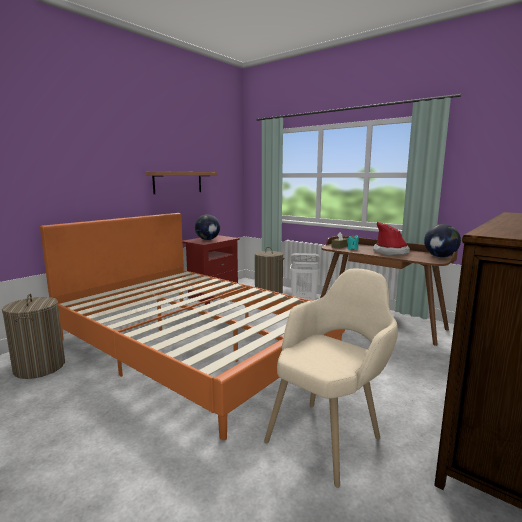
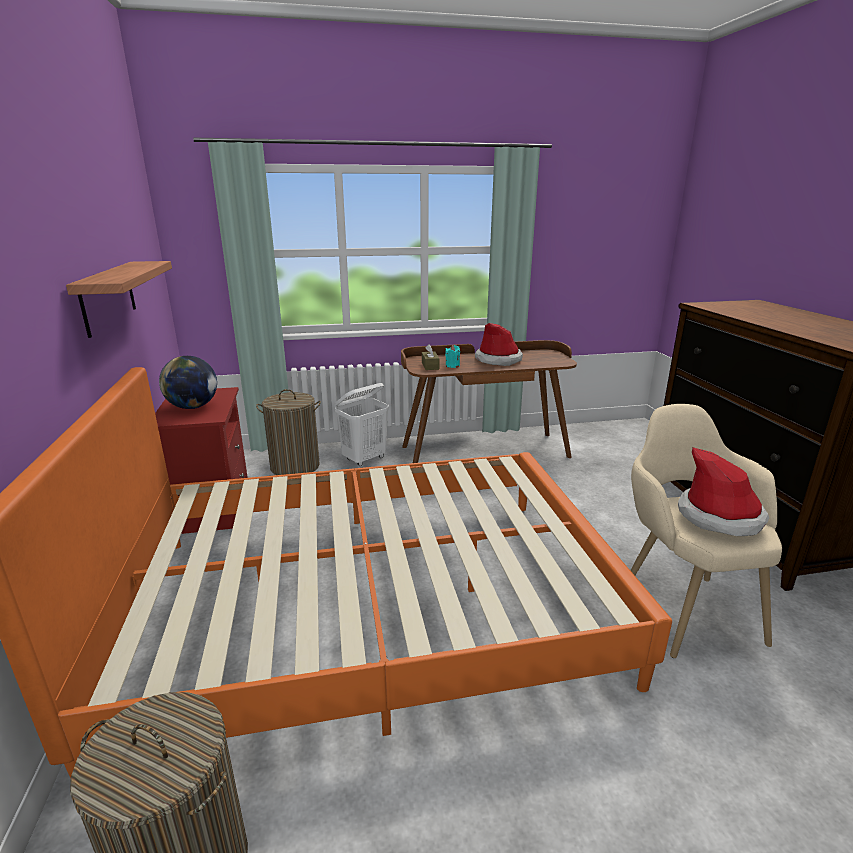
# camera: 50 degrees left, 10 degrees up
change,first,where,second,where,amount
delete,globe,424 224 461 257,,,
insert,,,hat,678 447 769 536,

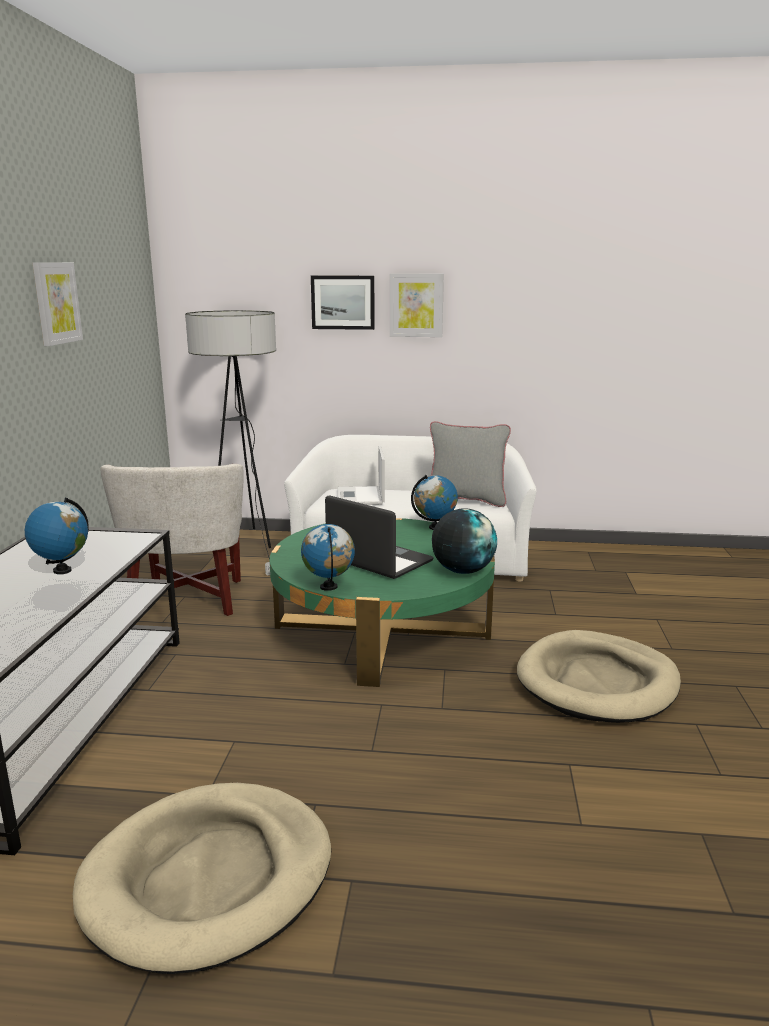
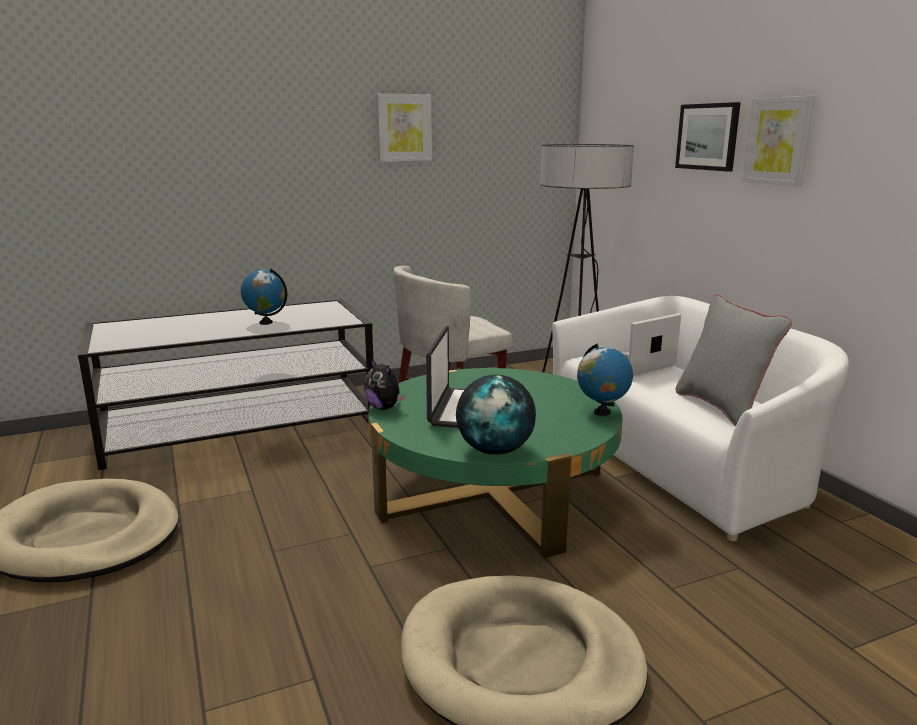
# camera: 60 degrees right, 0 degrees up
change,first,where,second,where,amount
replace,globe,301 524 355 591,plush toy,364 358 405 410,

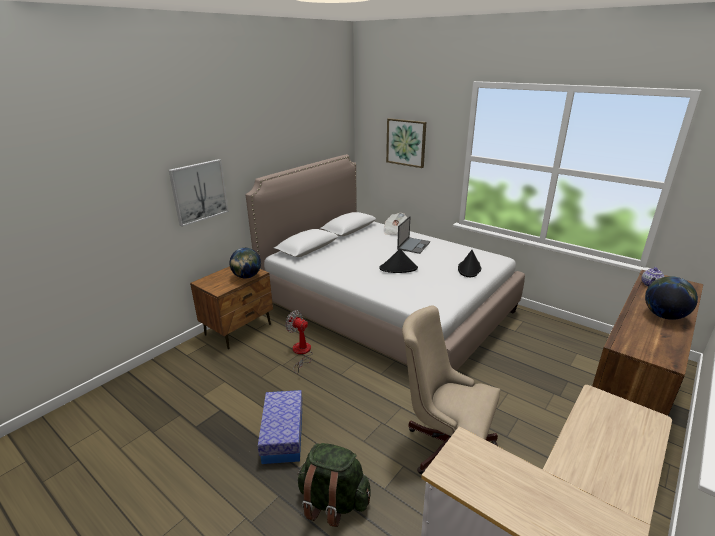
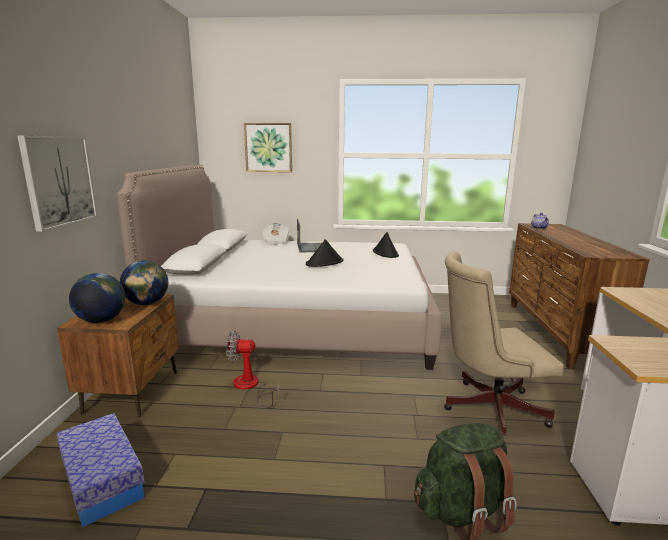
# camera: 35 degrees left, 10 degrees down
change,first,where,second,where,amount
move,storage box,258 390 302 464,,56 413 145 527,
move,globe,645 276 698 320,,69 273 126 323,

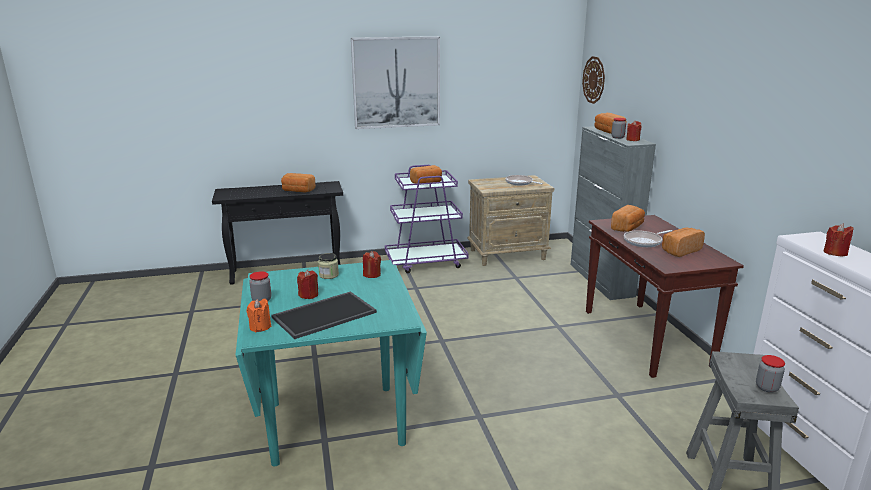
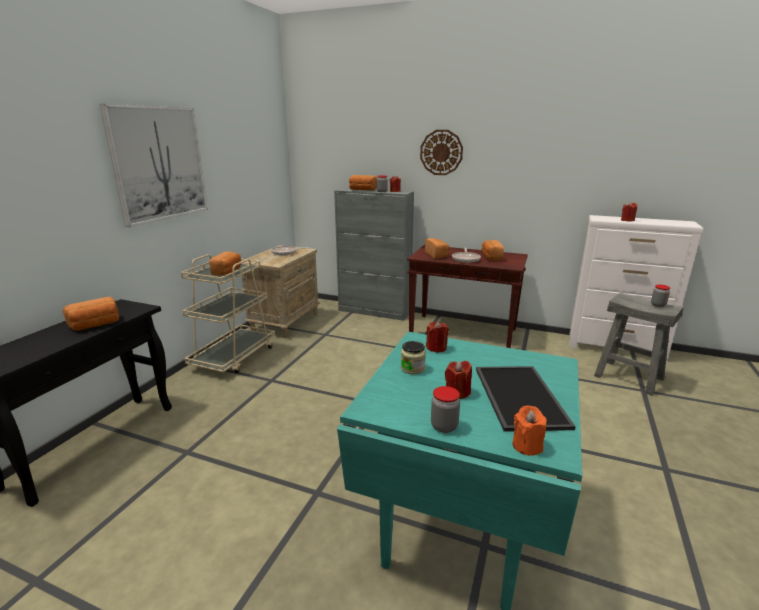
# camera: 55 degrees left, 0 degrees up
change,first,where,second,where,amount
recolor,cart/purple,385 165 469 273,cart/beige,181 254 275 373,
move,wall clock,582 56 605 104,,420 130 463 175,

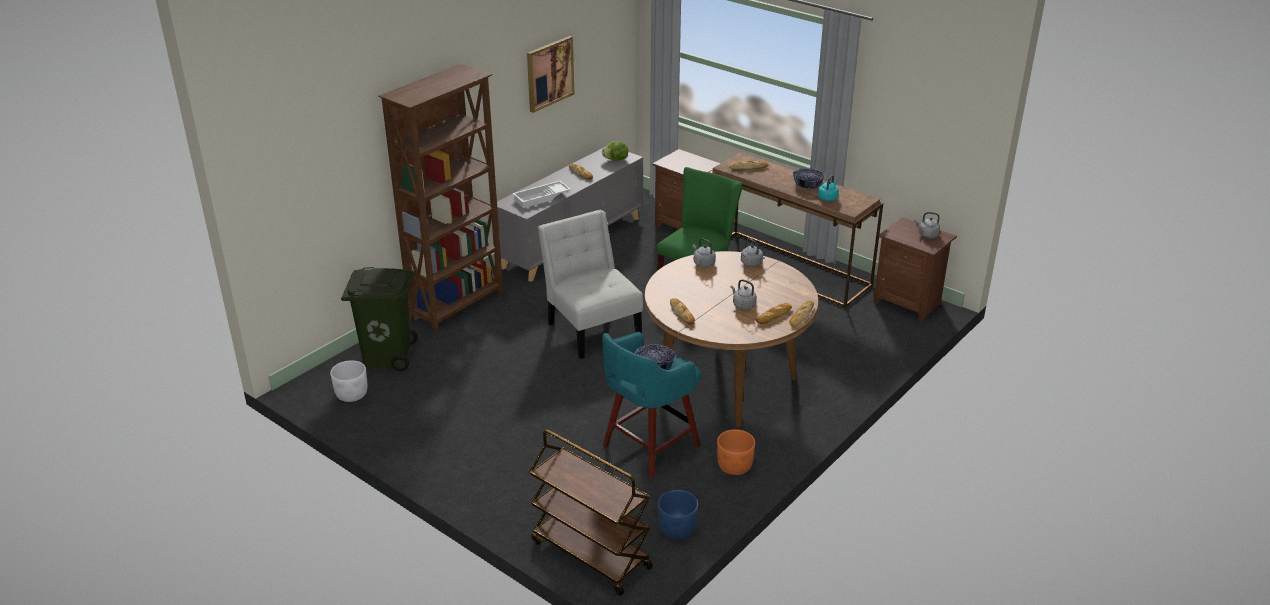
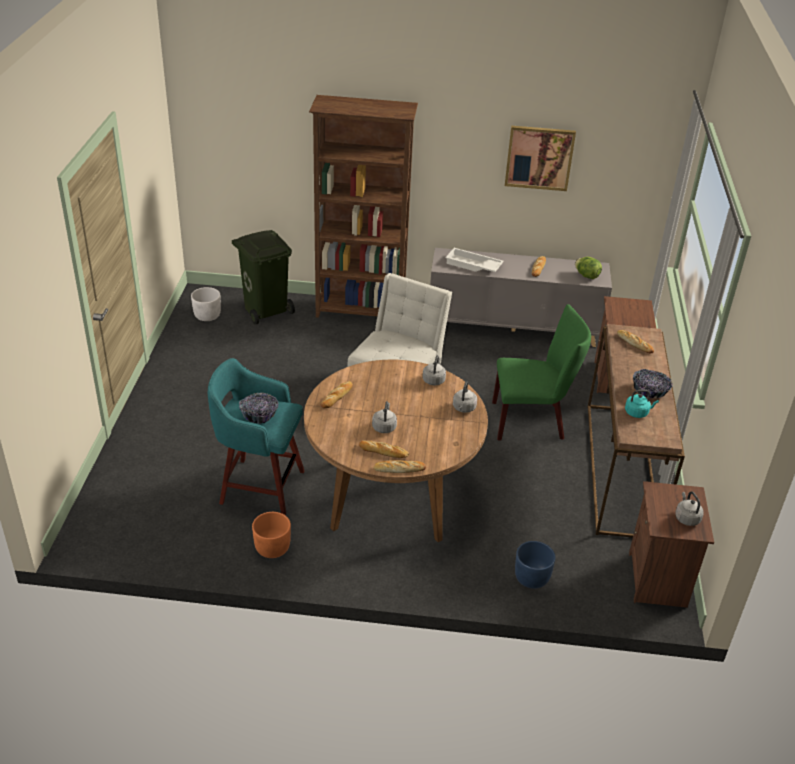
# camera: 55 degrees right, 5 degrees up
change,first,where,second,where,amount
delete,cart/brown,529 430 653 595,,,
move,planter/blue,658 490 698 539,,515 541 556 589,

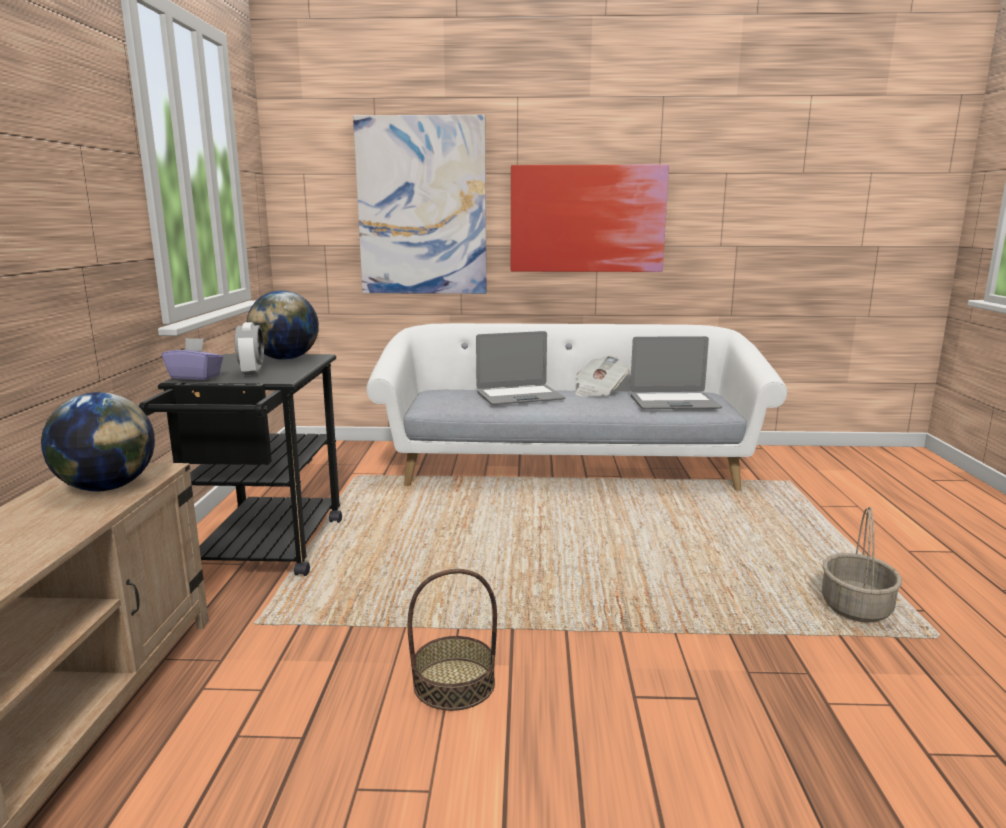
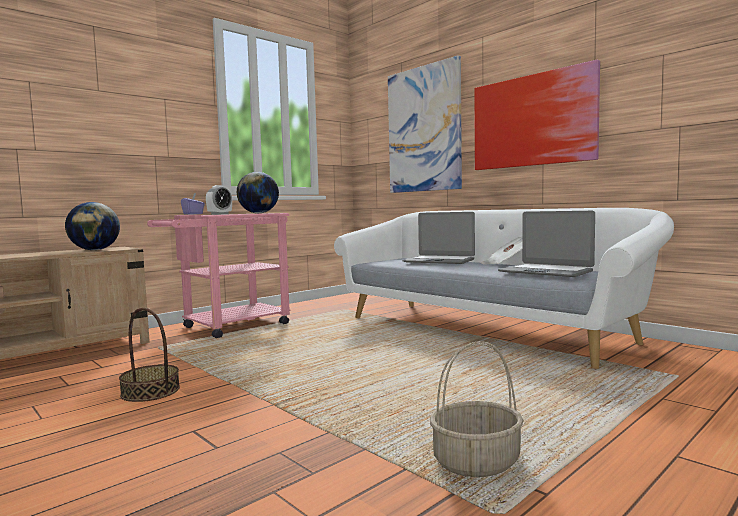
# camera: 45 degrees right, 10 degrees down
change,first,where,second,where,amount
recolor,cart/black,139 354 342 576,cart/pink,147 213 291 338,

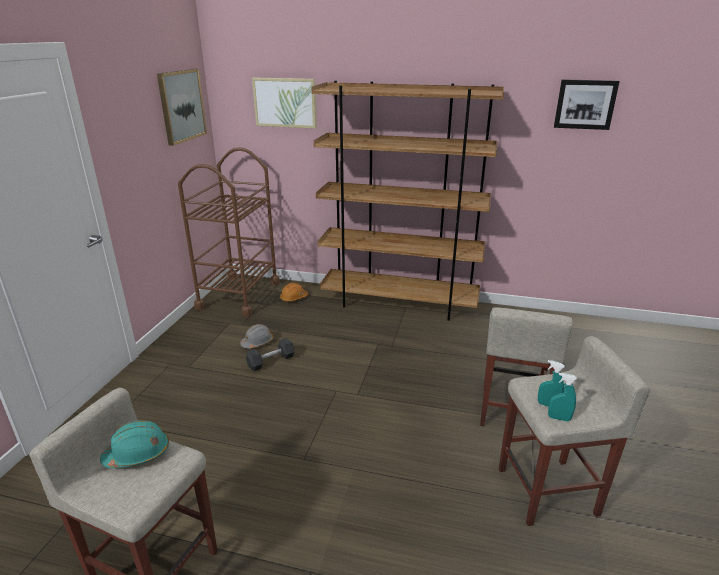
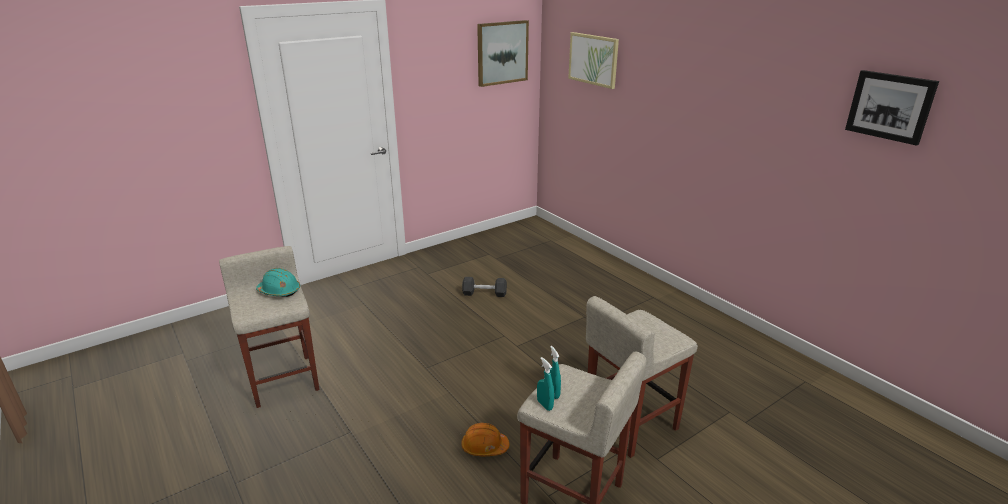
# camera: 40 degrees right, 0 degrees up
change,first,where,second,where,amount
delete,cart/brown,178 147 280 317,,,
delete,hard hat/grey,240 324 273 349,,,
move,hard hat/orange,280 283 308 303,,461 423 509 456,
delete,bookcase/brown,311 81 504 321,,,

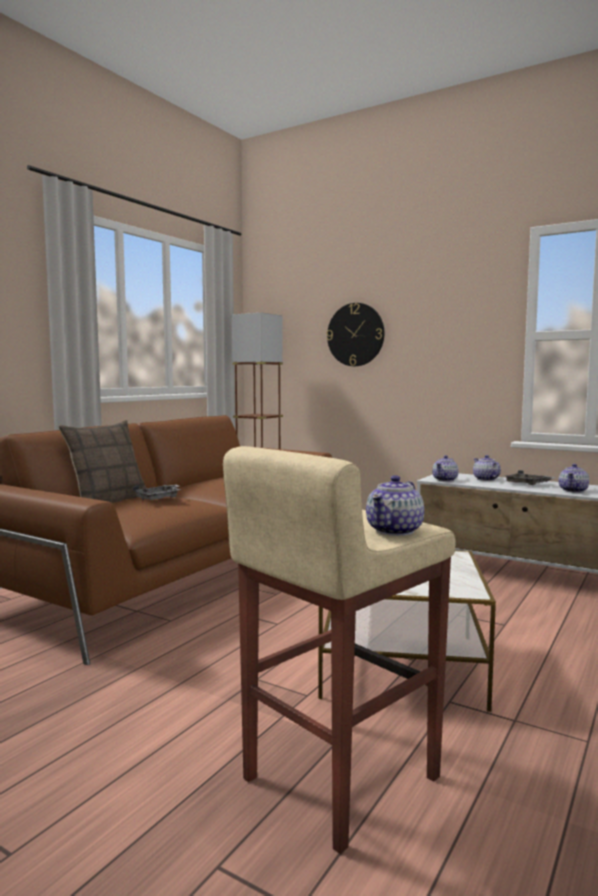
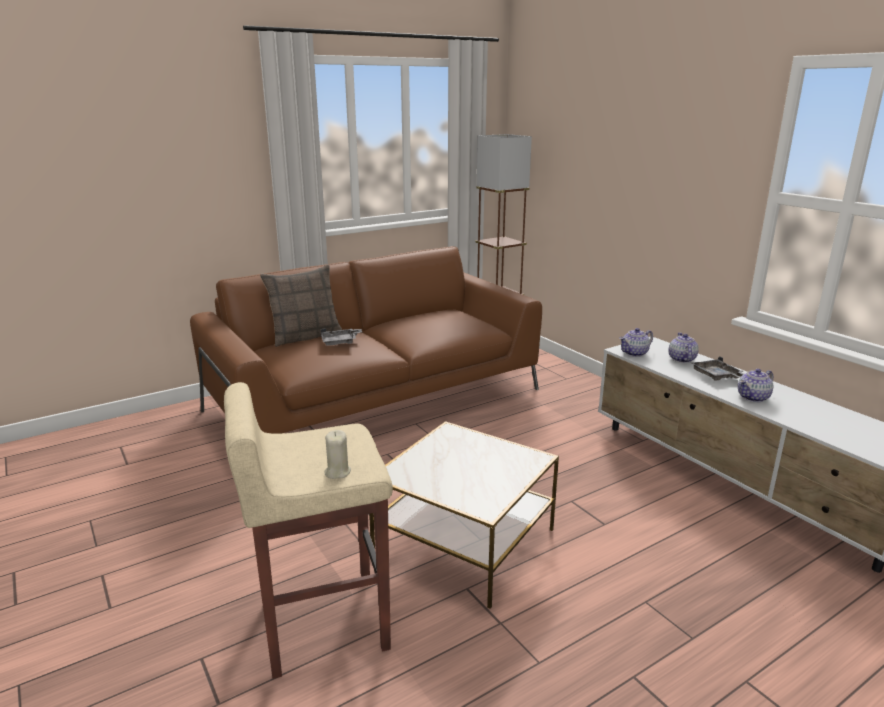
# camera: 25 degrees right, 15 degrees up
change,first,where,second,where,amount
delete,wall clock,327 303 384 366,,,
replace,teapot,366 475 424 536,candle/beige,325 430 351 479,

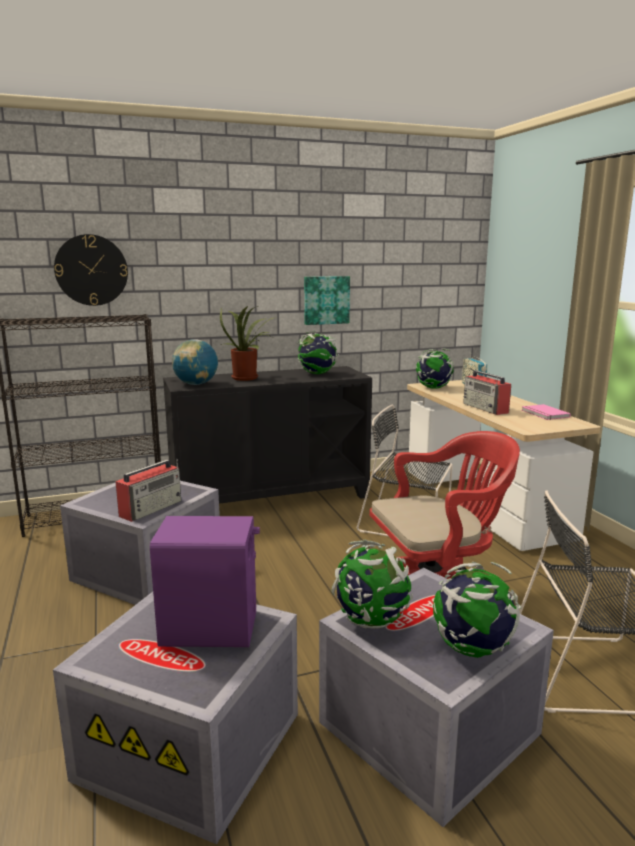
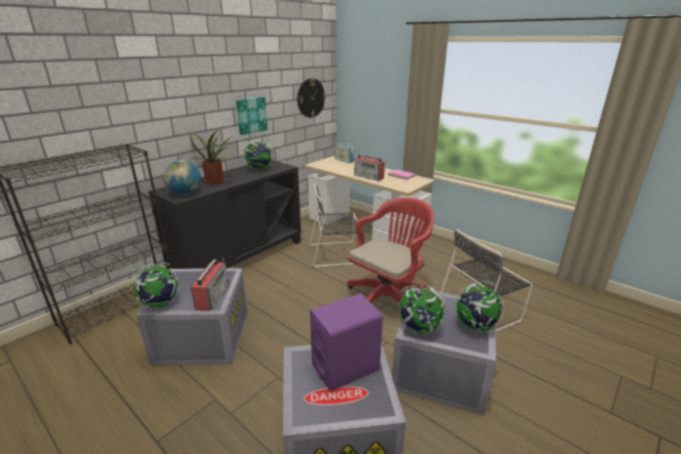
# camera: 30 degrees left, 10 degrees up
change,first,where,second,where,amount
move,wall clock,54 234 128 306,,297 78 326 118,
move,globe,416 348 454 389,,133 262 178 308,

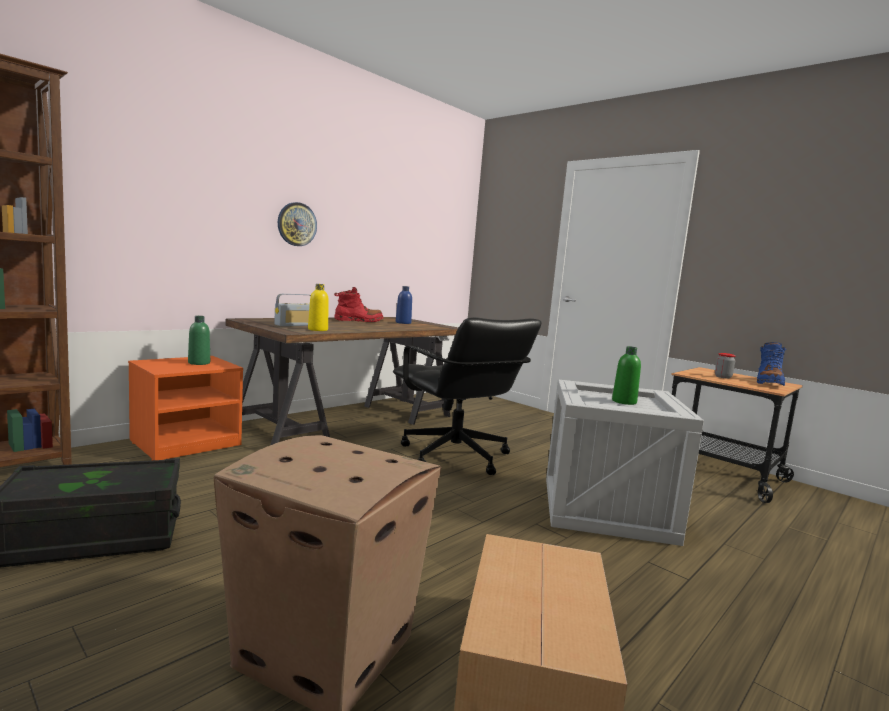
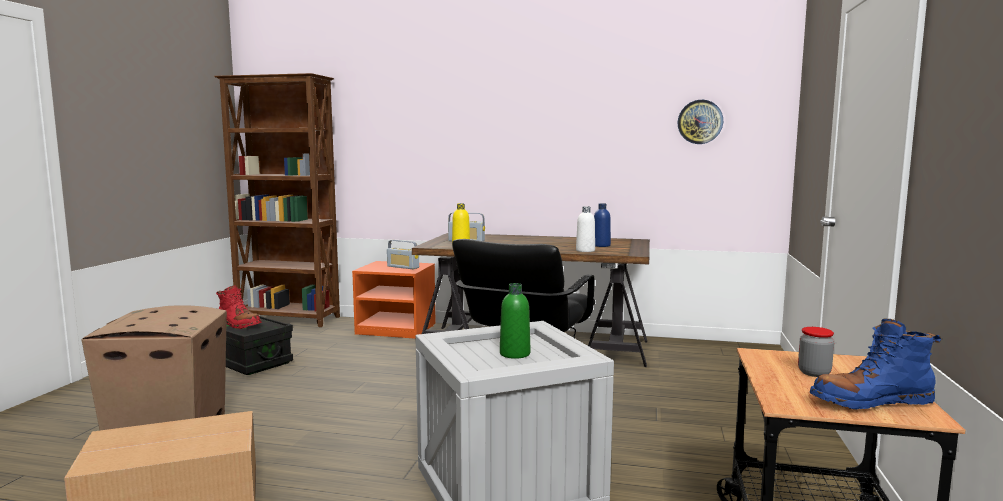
# camera: 60 degrees right, 0 degrees up
change,first,where,second,where,amount
replace,bottle/green,188 316 210 365,radio,387 240 419 269,
move,wall clock,278 202 317 246,,678 100 723 144,
move,boot/red,334 287 383 322,,216 285 262 329,
insert,,,bottle/white,576 206 595 252,

